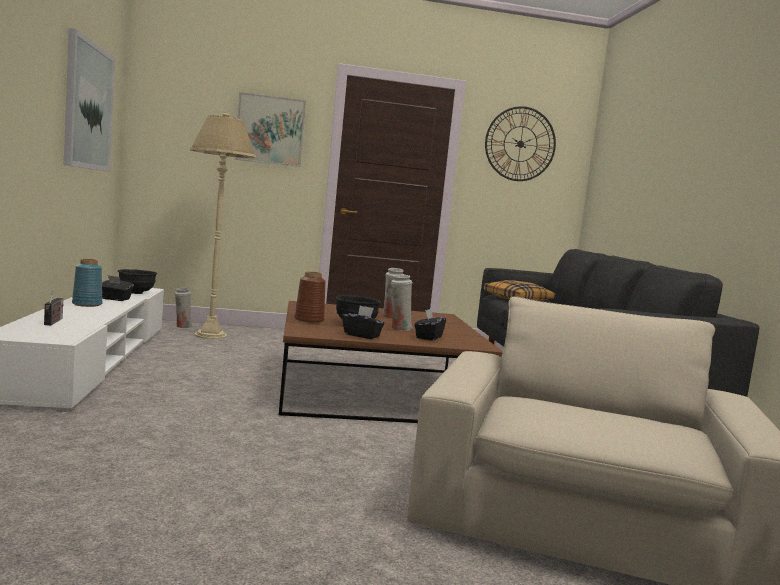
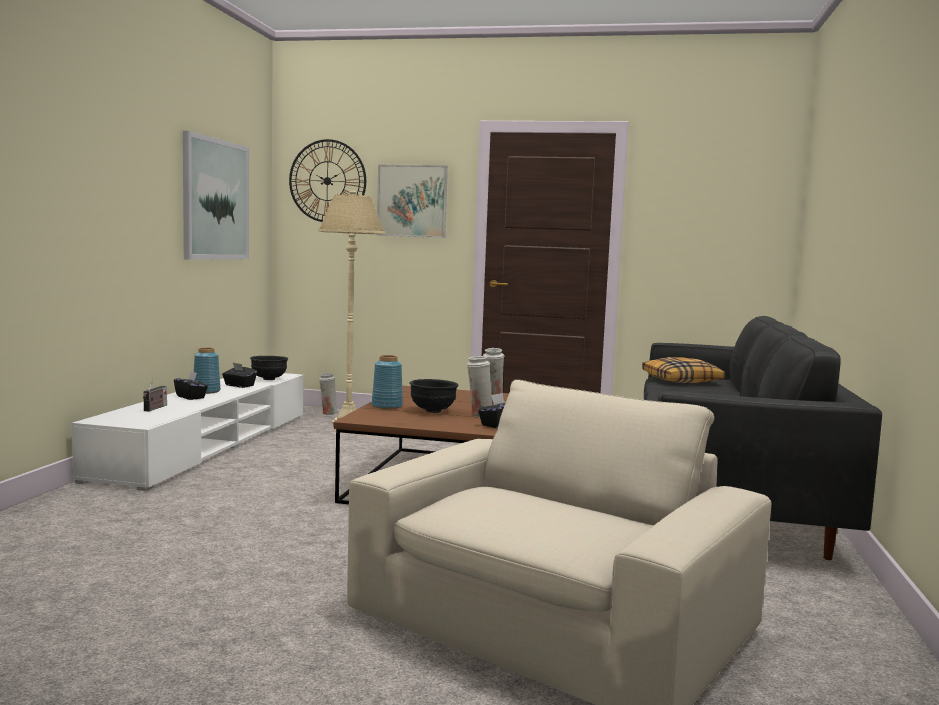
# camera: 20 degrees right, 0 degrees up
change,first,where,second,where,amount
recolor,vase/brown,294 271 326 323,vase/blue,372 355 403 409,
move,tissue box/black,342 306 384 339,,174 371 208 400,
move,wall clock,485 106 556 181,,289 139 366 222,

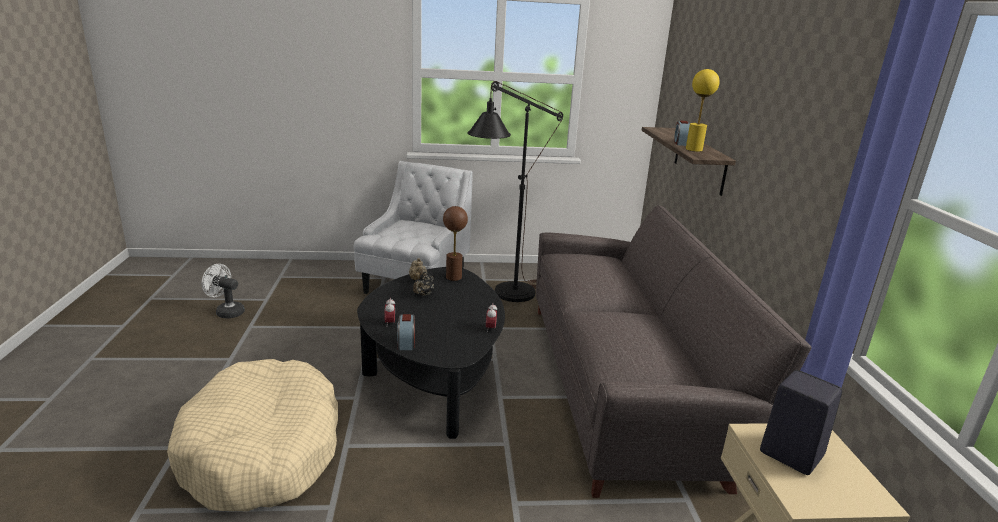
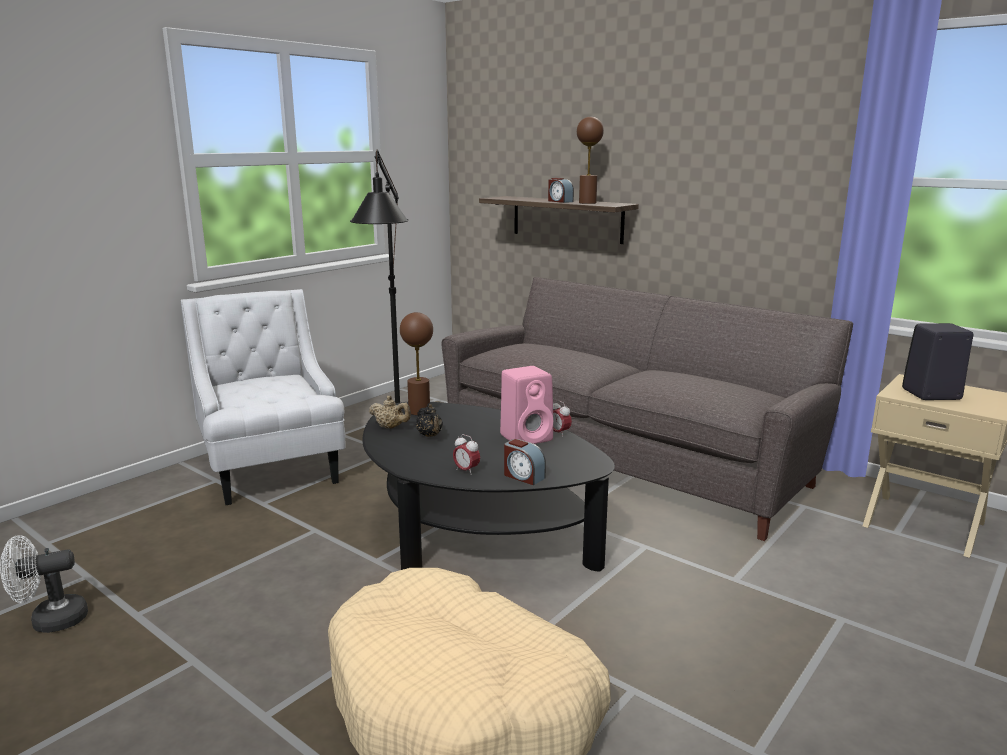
# camera: 45 degrees left, 5 degrees down
change,first,where,second,where,amount
recolor,table lamp/yellow,686 69 720 152,table lamp/brown,577 117 604 204,
insert,,,speaker/pink,500 366 553 444,

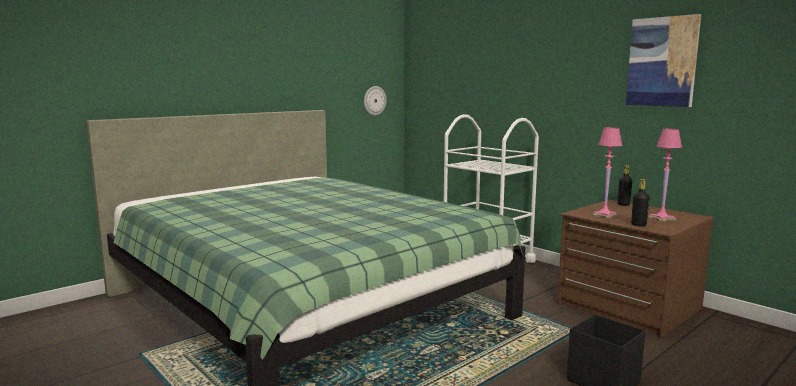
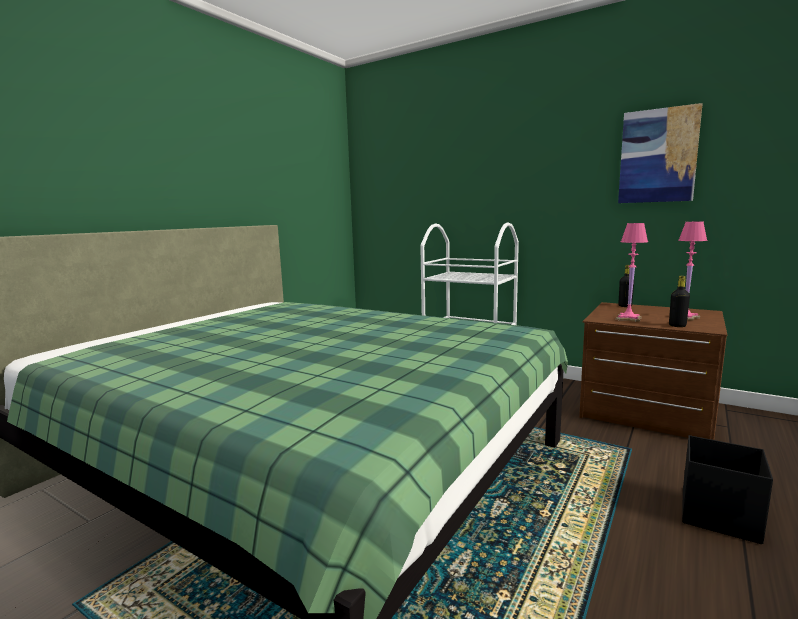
# camera: 15 degrees left, 0 degrees up
change,first,where,second,where,amount
delete,wall clock,364 86 387 116,,,

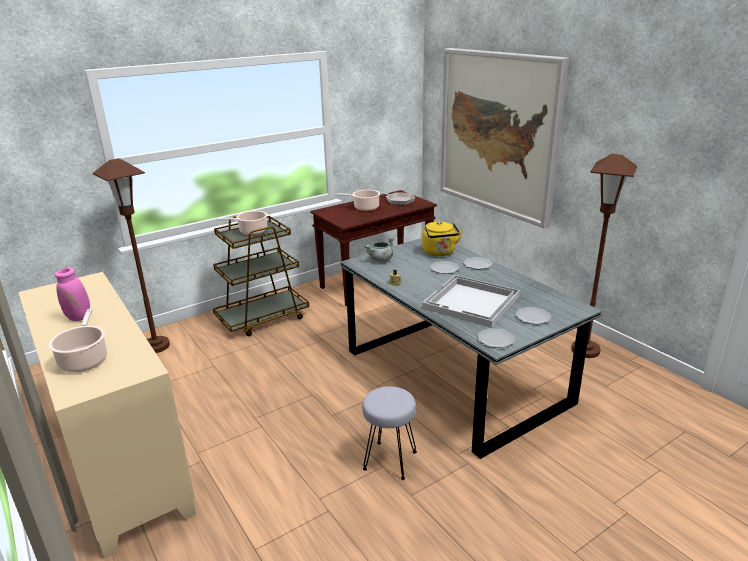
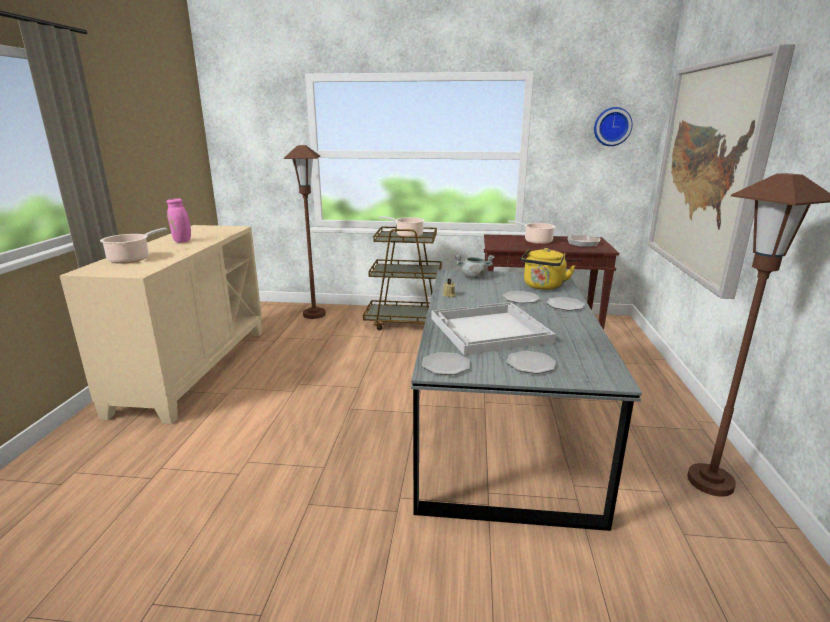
# camera: 40 degrees right, 5 degrees down
change,first,where,second,where,amount
delete,stool/grey,362 386 417 480,,,
insert,,,wall clock,594 107 633 146,

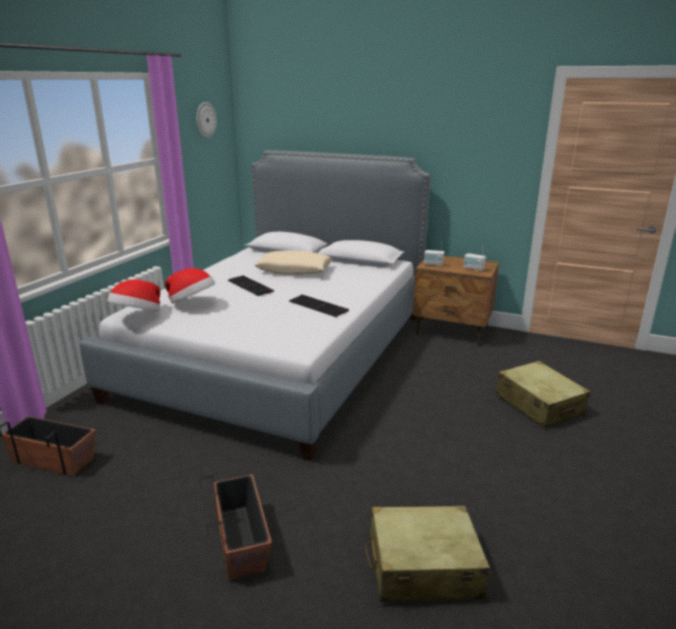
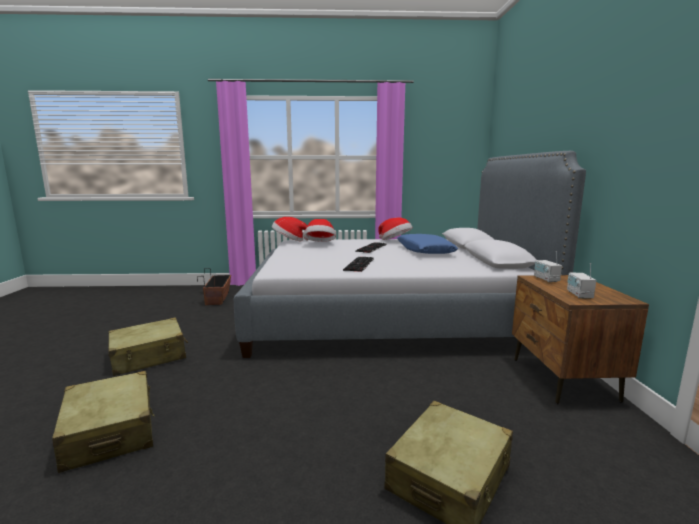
# camera: 65 degrees right, 10 degrees down
change,first,where,second,where,amount
delete,wall clock,196 102 217 138,,,
replace,planter,200 474 272 581,suitcase/beige,108 317 188 376,
recolor,pillow/beige,254 250 332 275,pillow/blue,397 234 458 254,
insert,,,hat,378 217 413 240,

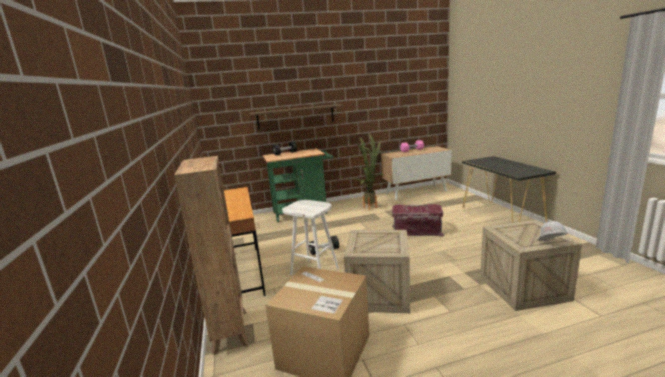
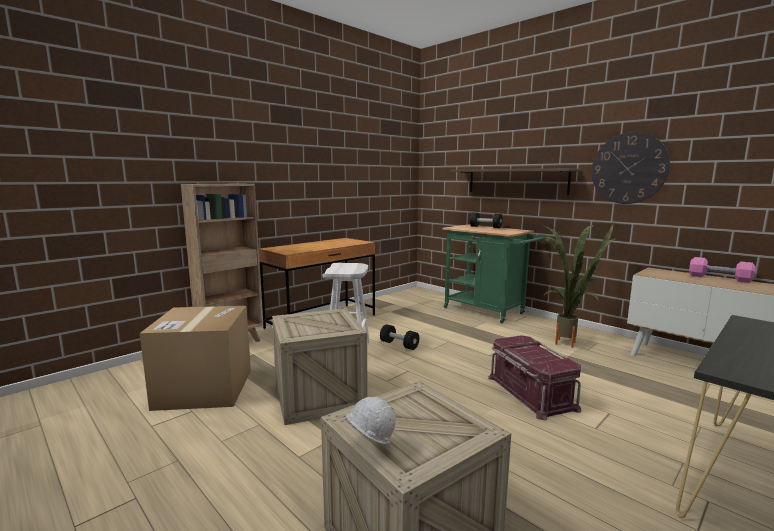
# camera: 60 degrees right, 5 degrees down
change,first,where,second,where,amount
insert,,,wall clock,591 132 670 204,

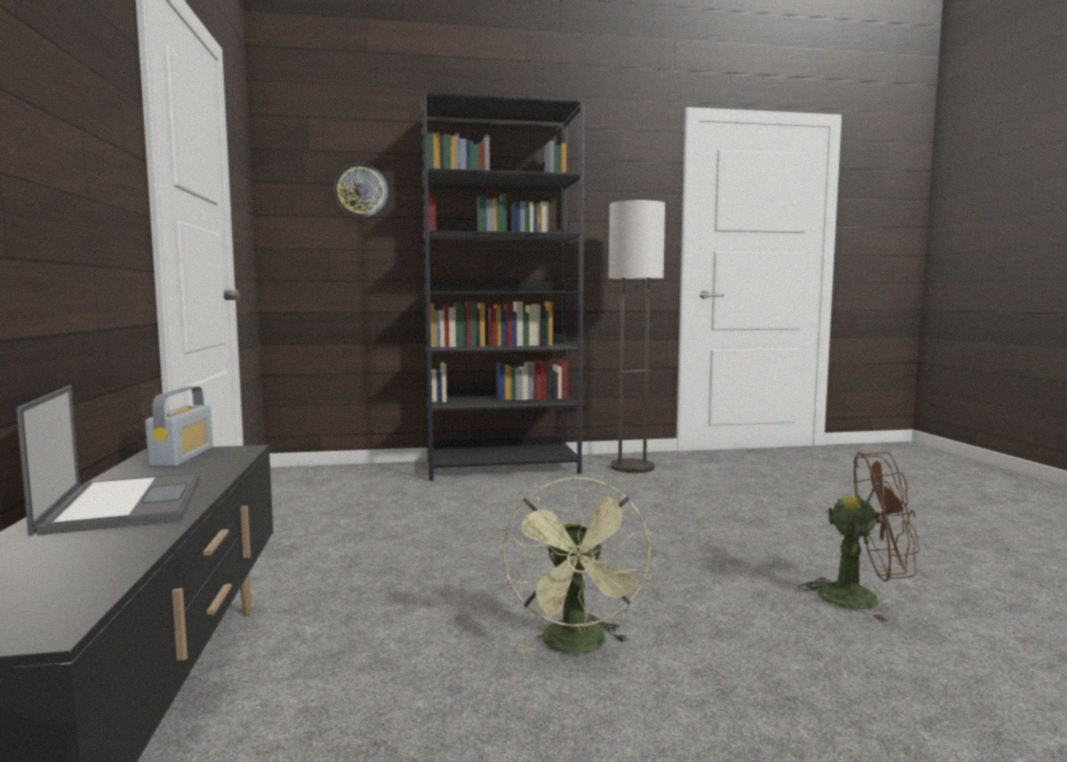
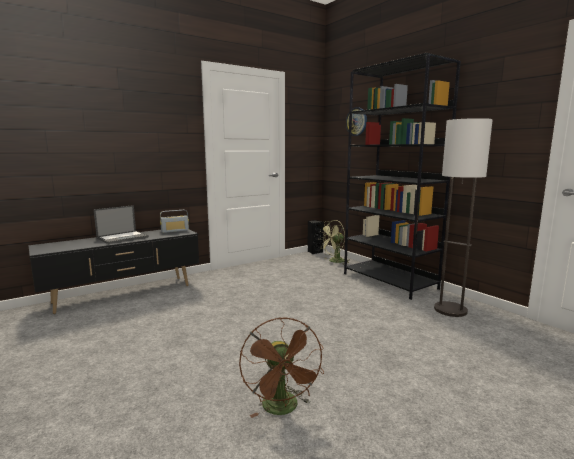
# camera: 65 degrees right, 5 degrees up
change,first,where,second,where,amount
move,fan/green,503 476 651 654,,320 220 350 264,
insert,,,speaker/black,307 220 324 254,

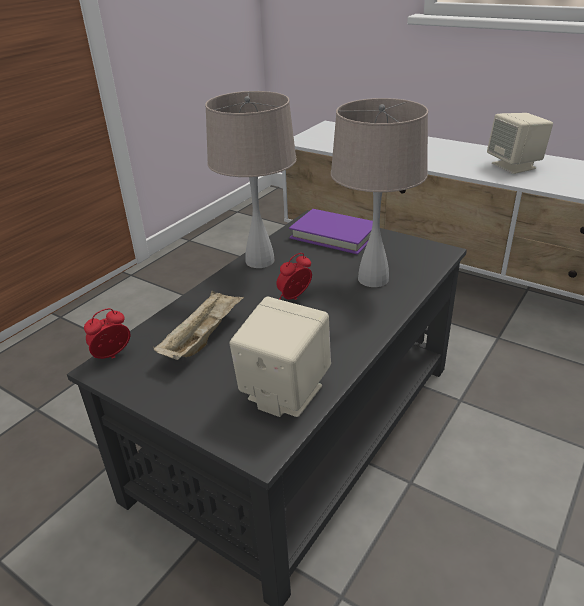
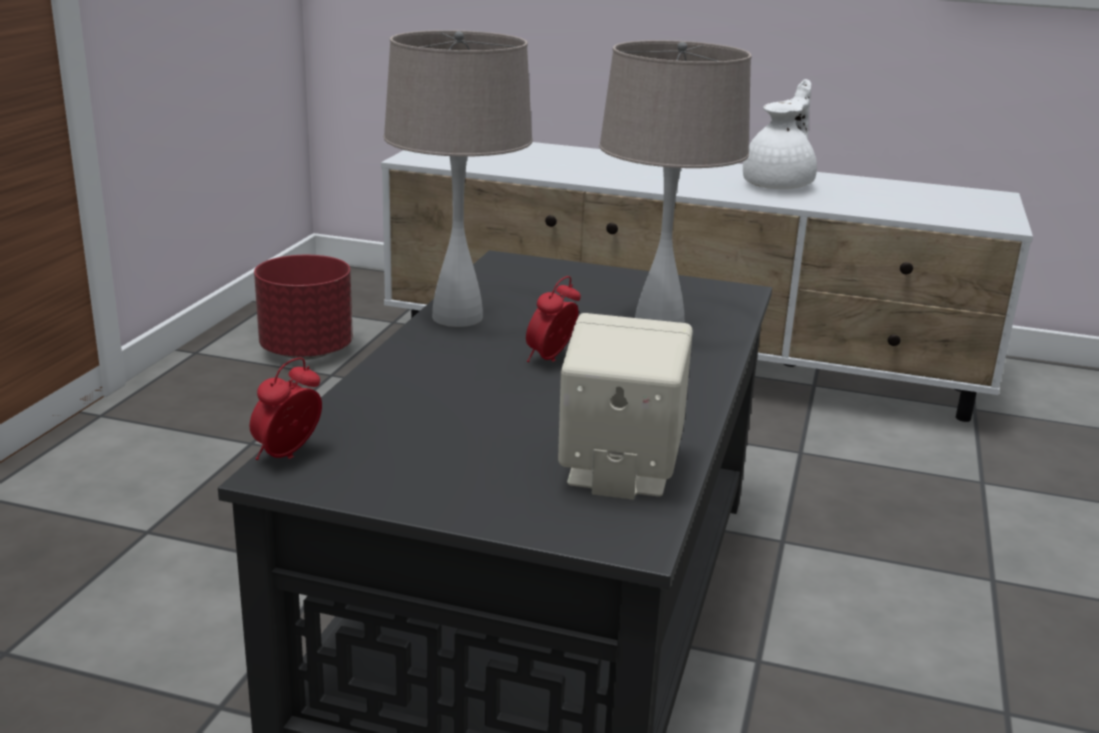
# camera: 20 degrees left, 10 degrees down
change,first,where,second,where,amount
delete,tray/beige,154 290 244 360,,,
delete,book/purple,289 209 373 254,,,
replace,speaker/beige,487 113 553 174,teapot/white,743 79 817 189,
insert,,,planter/red,254 255 353 360,

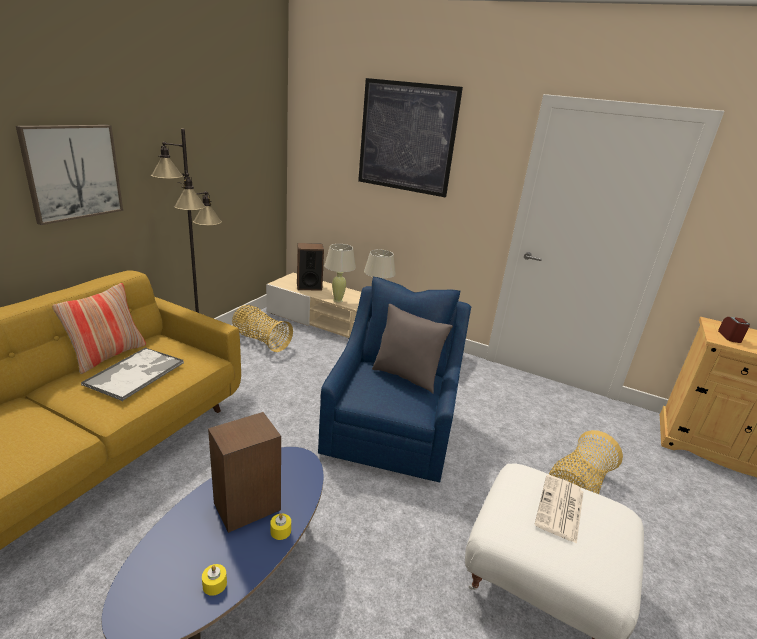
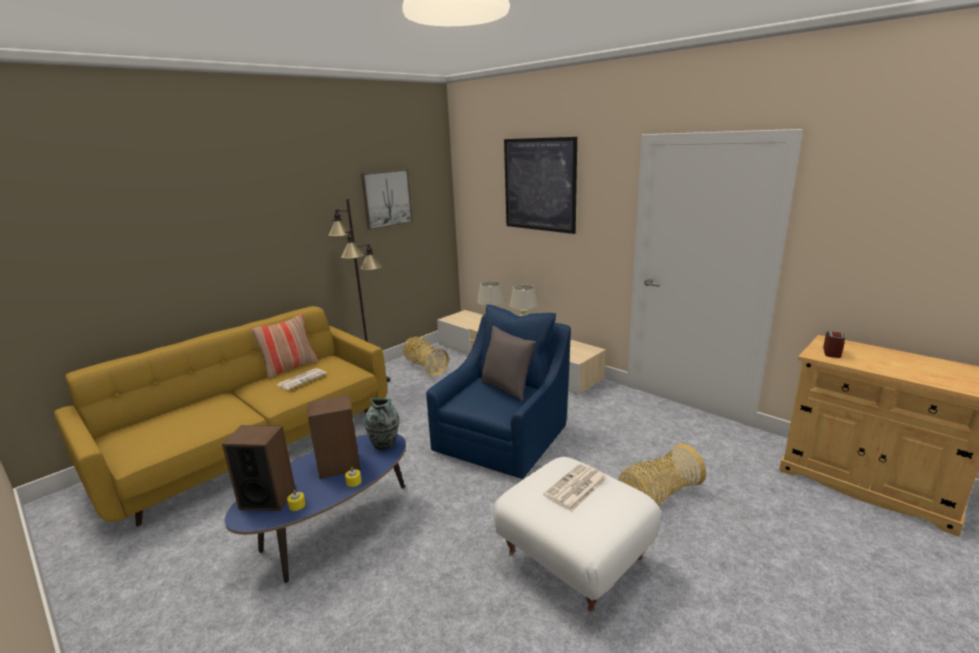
# camera: 20 degrees right, 5 degrees down
change,first,where,second,where,amount
move,picture,16 125 123 225,,361 169 413 230,
replace,tray,81 347 184 401,newspaper,277 368 327 390,
move,speaker,297 243 324 290,,222 425 296 511,
insert,,,vase,364 398 399 450,

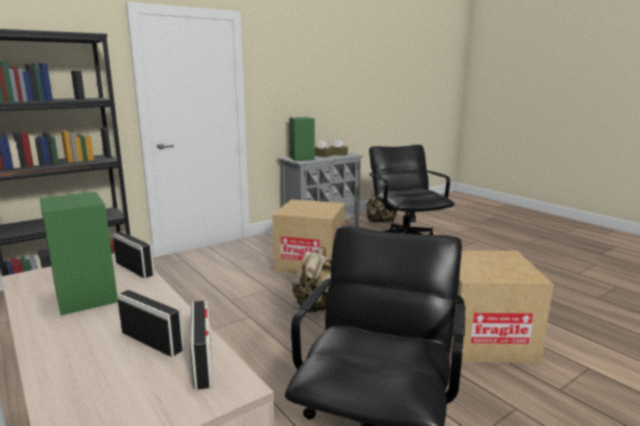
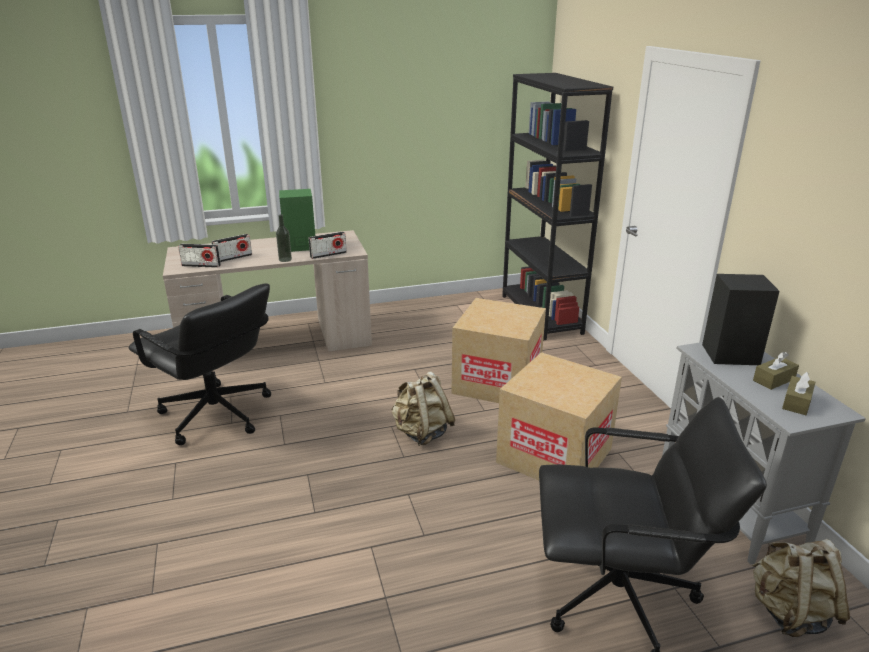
# camera: 110 degrees right, 10 degrees up
change,first,where,second,where,amount
recolor,speaker/green,289 117 315 161,speaker/black,702 274 780 365,
move,cardboard box,450 250 553 363,,452 298 546 403,
insert,,,bottle,276 214 292 262,

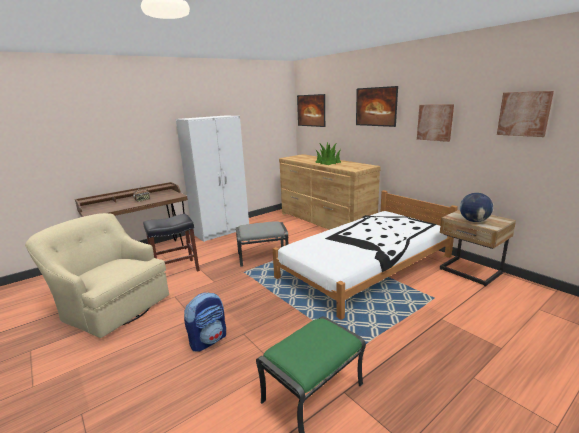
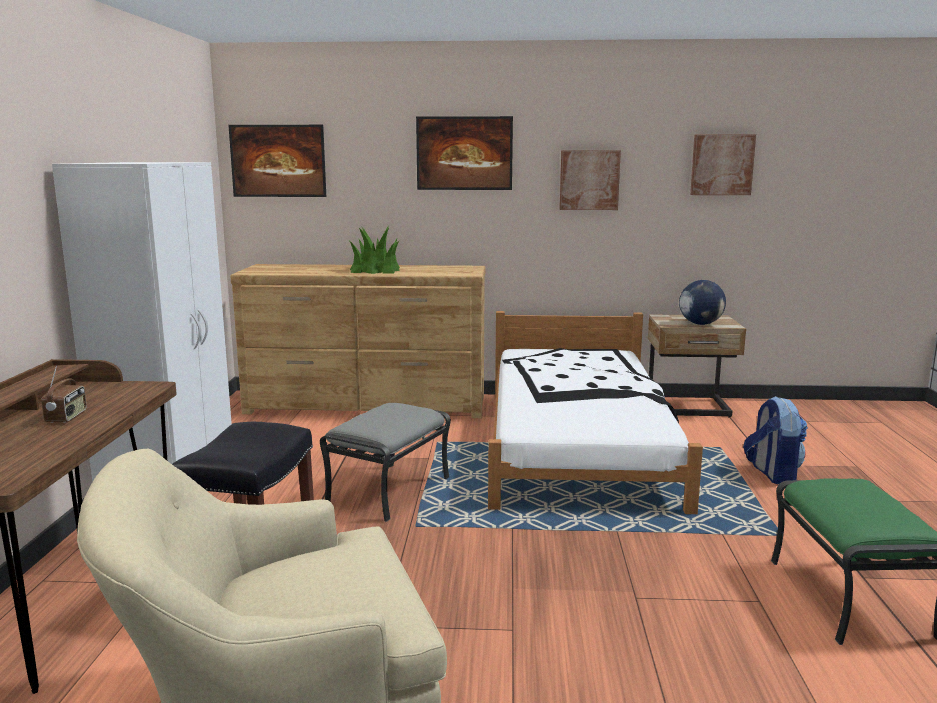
# camera: 50 degrees left, 5 degrees down
change,first,where,second,where,amount
move,backpack,184 292 226 352,,743 396 808 484,

